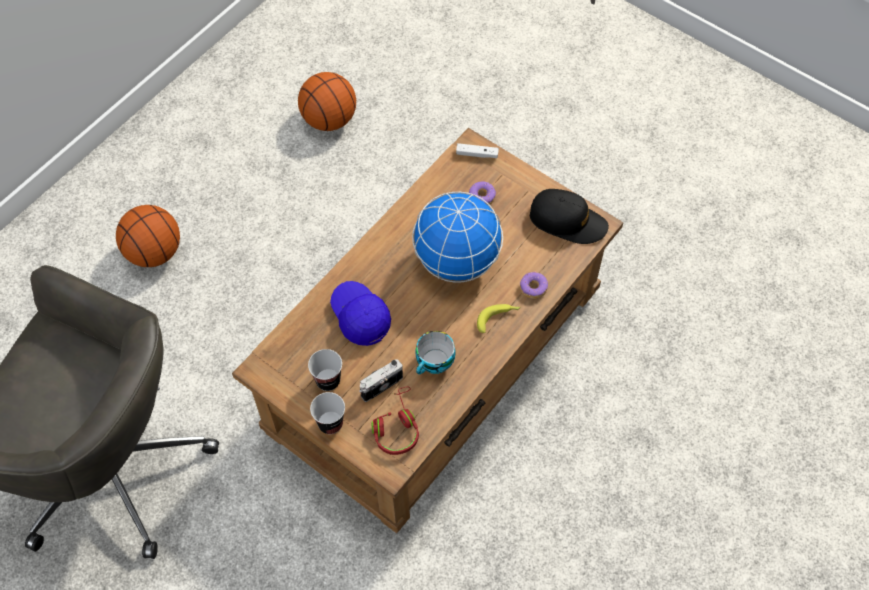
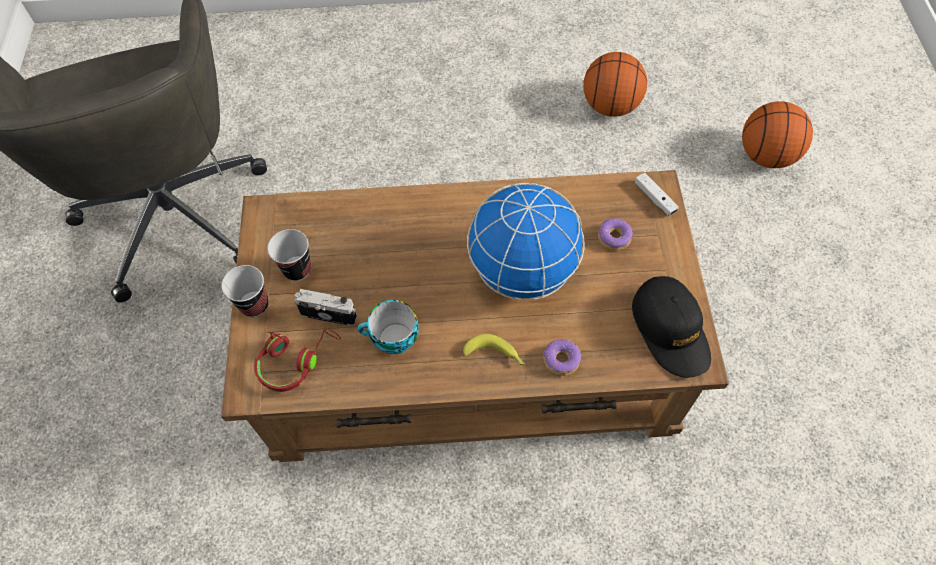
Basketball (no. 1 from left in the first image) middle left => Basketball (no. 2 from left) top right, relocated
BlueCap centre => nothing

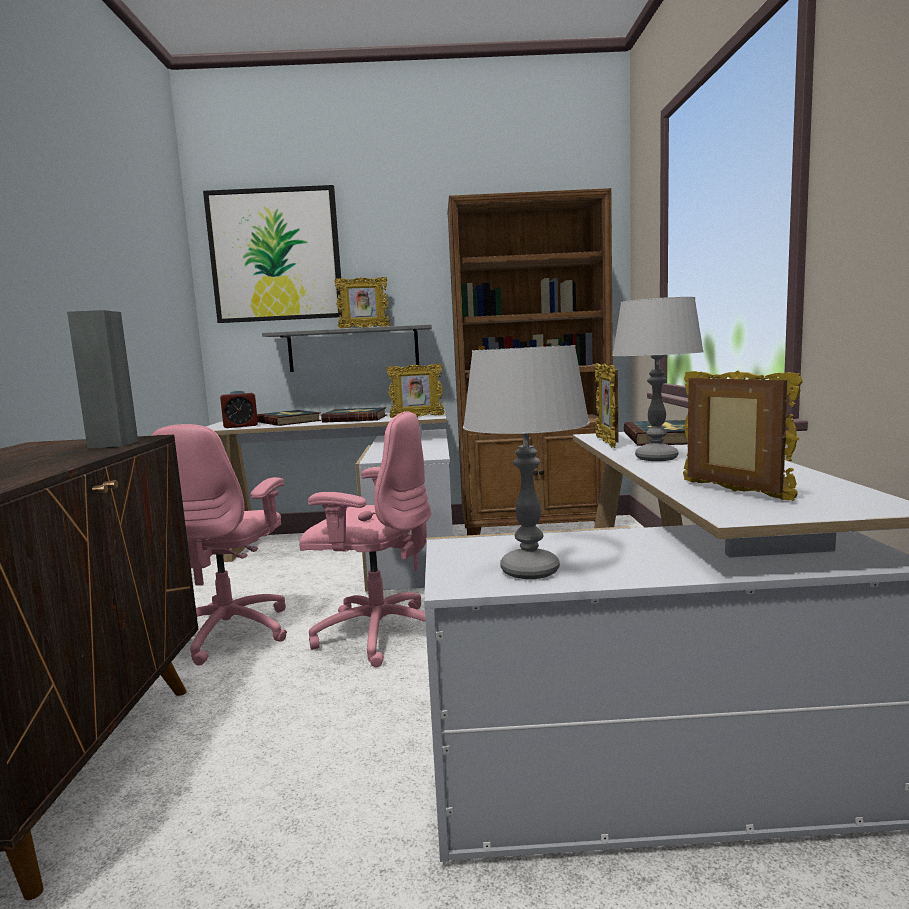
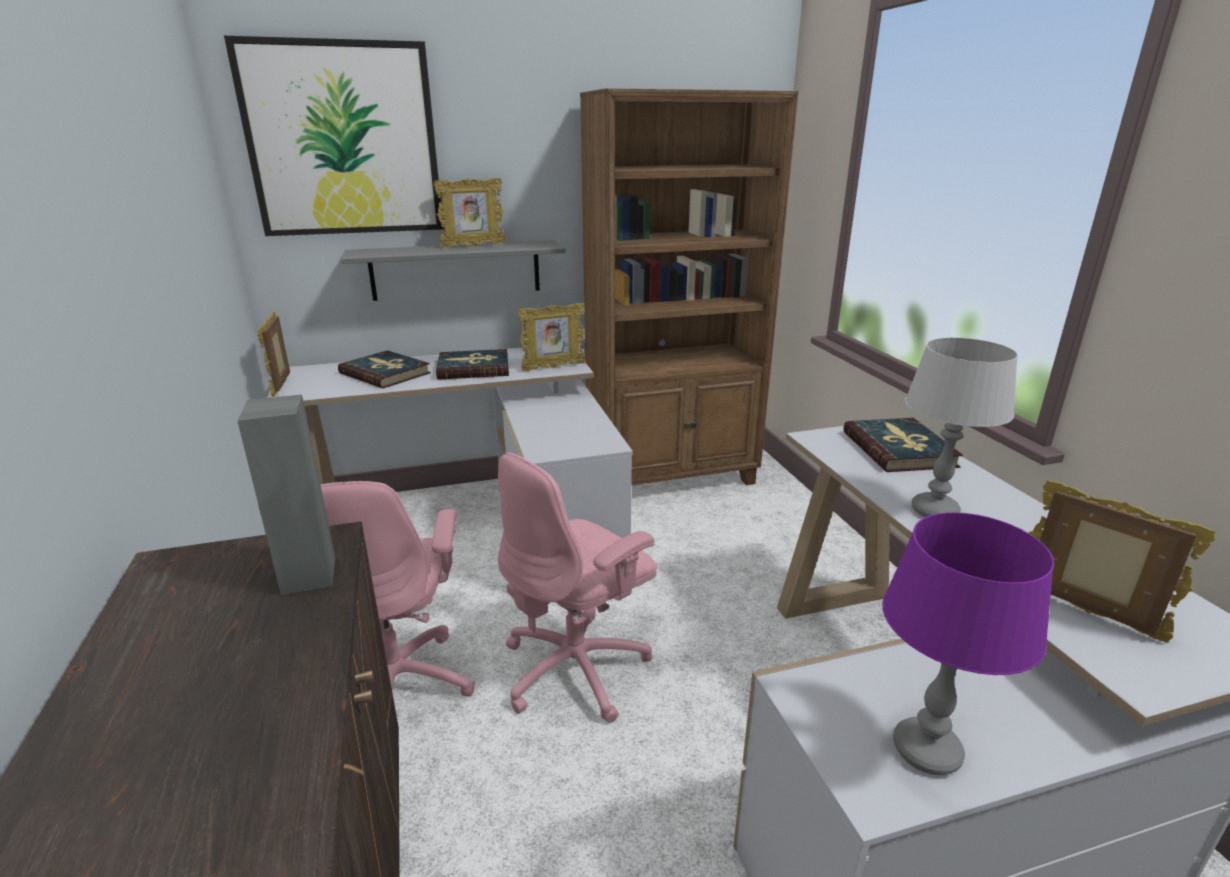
AlarmClock middle left => nothing
PinkOfficeChair (no. 2 from left) centre => PinkOfficeChair (no. 2 from left) bottom centre, 135 degrees clockwise
GreyTableLamp (no. 1 from left) centre => PurpleTableLamp bottom right
PictureFrame (no. 3 from left in the first image) middle right => PictureFrame (no. 1 from left) middle left, relocated

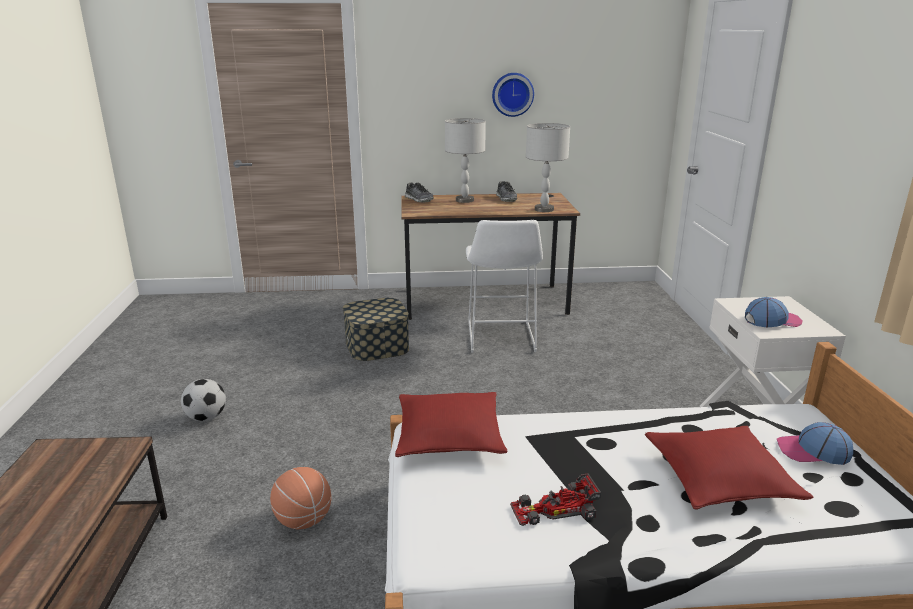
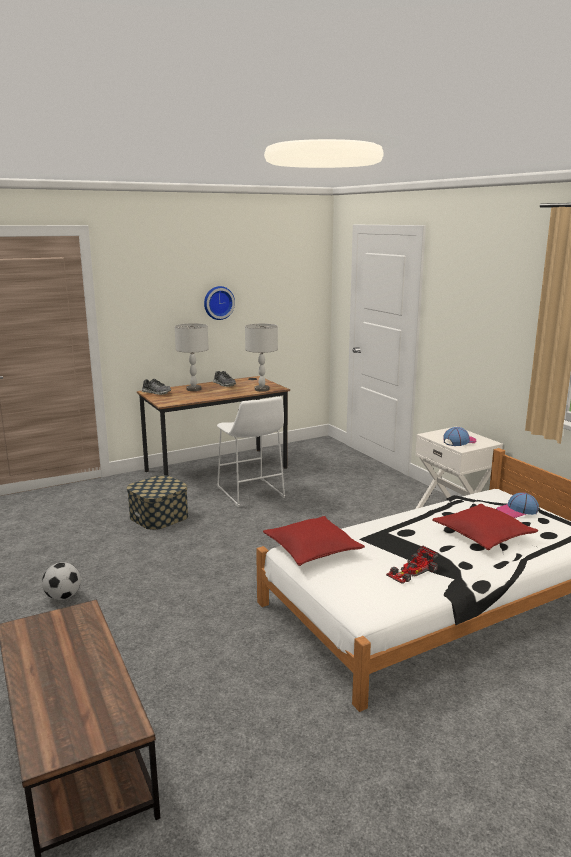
Basketball bottom left => nothing

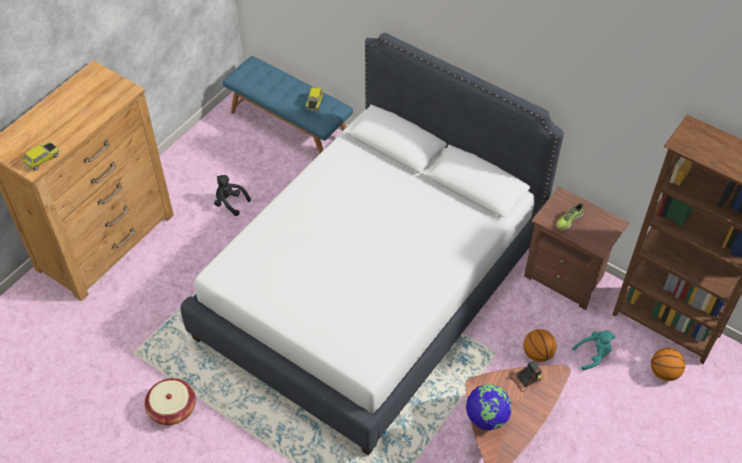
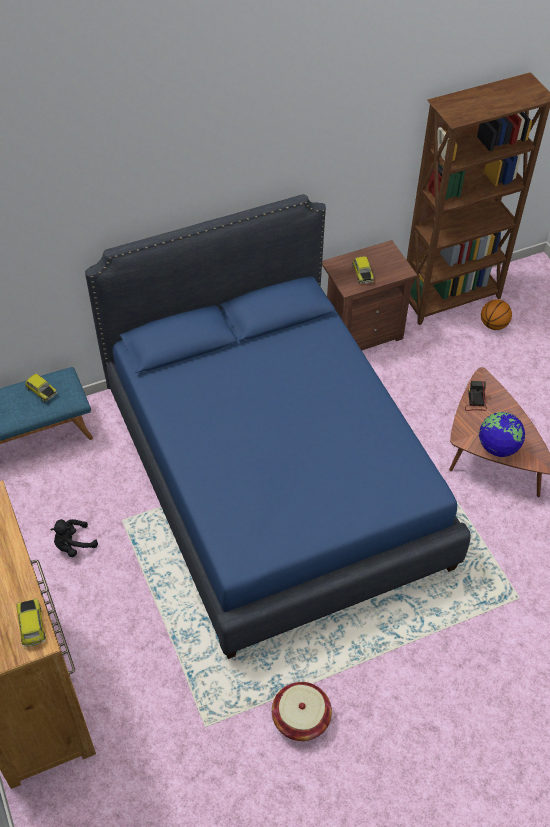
WhiteBed centre => BlueBed centre
Basketball (no. 1 from left) bottom right => nothing
Shoe middle right => ToyCar (no. 3 from left) top centre
TurquoisePlushToy bottom right => nothing

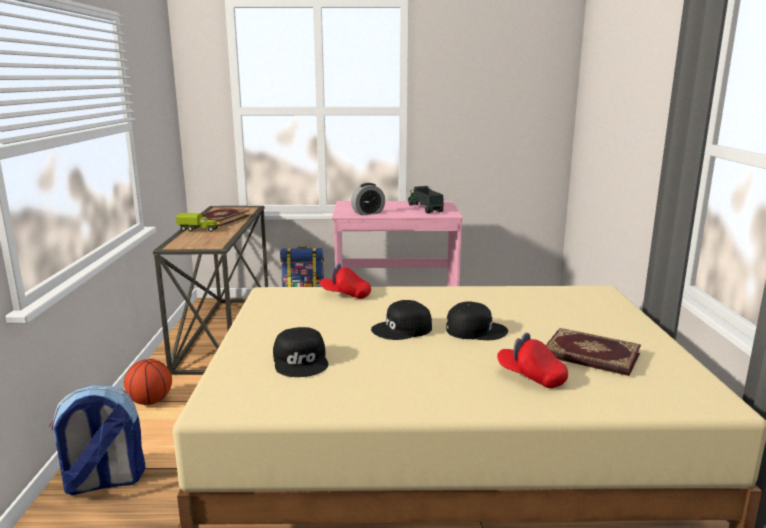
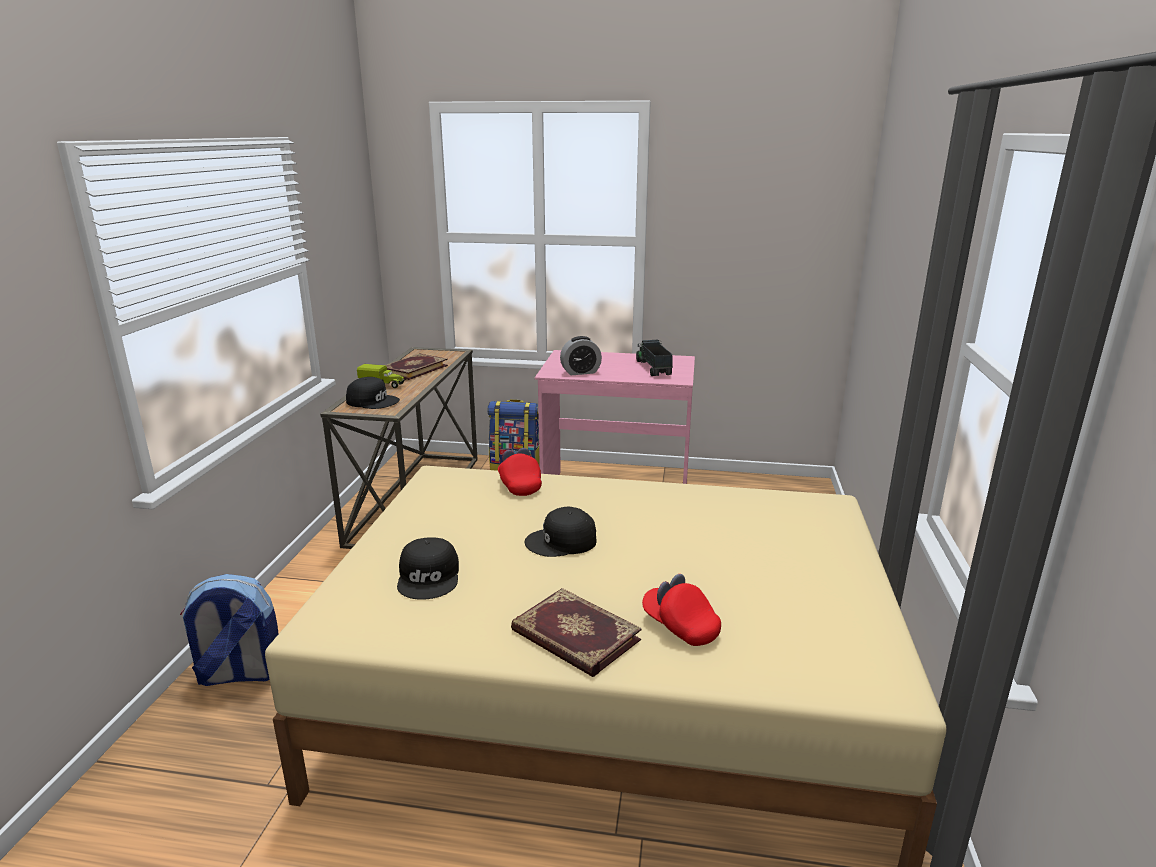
Basketball bottom left => nothing
RedCap (no. 1 from left) centre, 45 degrees clockwise
BlackCap (no. 3 from left in the first image) centre => BlackCap (no. 1 from left) middle left, relocated
Book (no. 2 from left) bottom right => Book (no. 2 from left) bottom centre, relocated

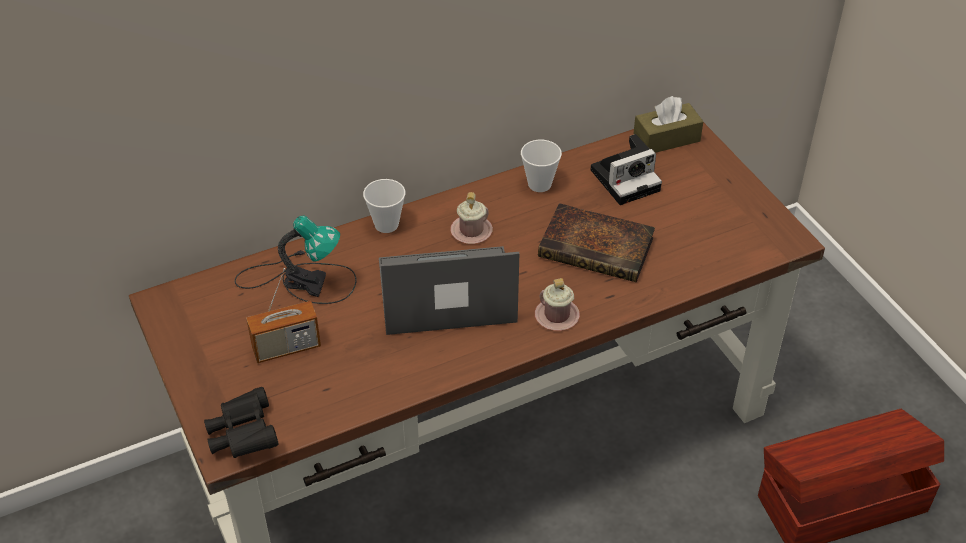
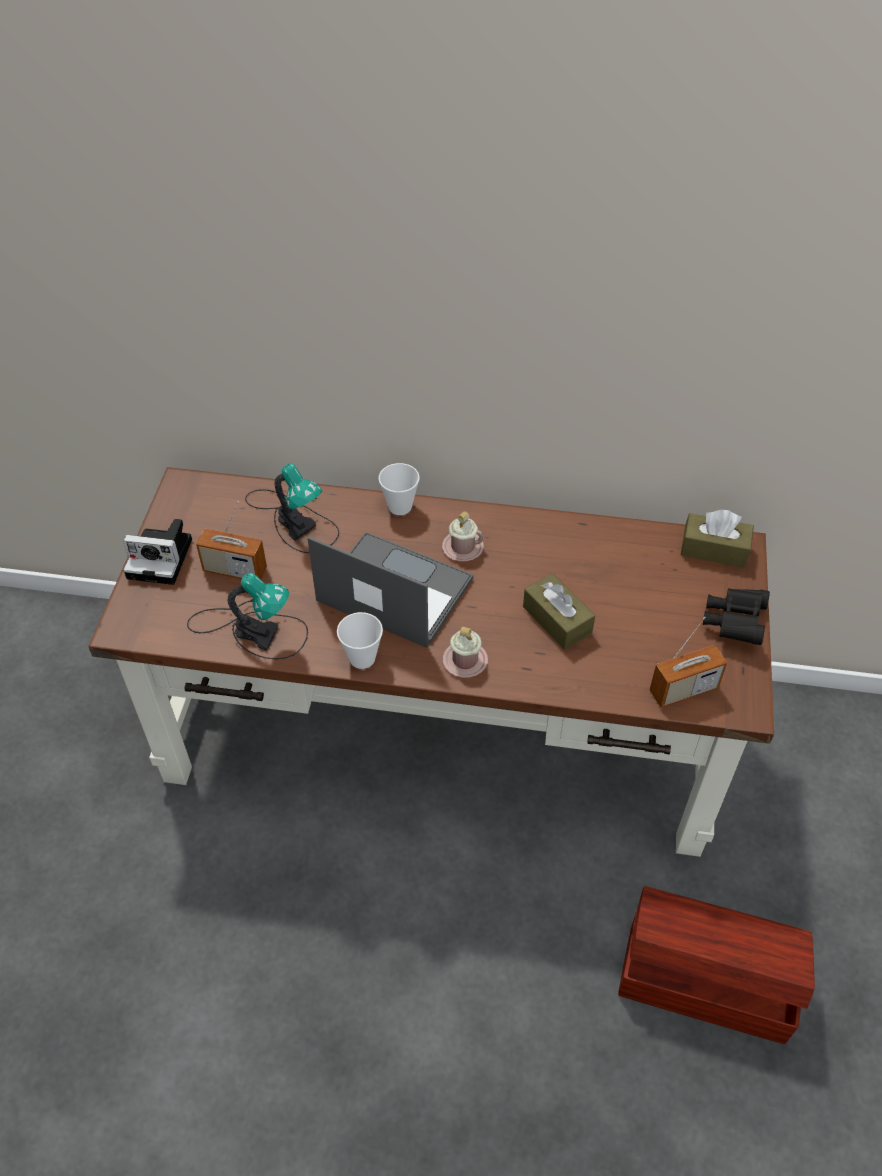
BlackBinoculars bottom left => BlackBinoculars middle right, relocated
Cup (no. 2 from left in the first image) top centre => Cup (no. 1 from left) centre, relocated
Book centre => BrownTissueBox (no. 1 from left) centre
PhotoCamera top centre => PhotoCamera middle left, relocated
nothing => TableLamp (no. 1 from left) middle left
nothing => Radio (no. 2 from left) middle right

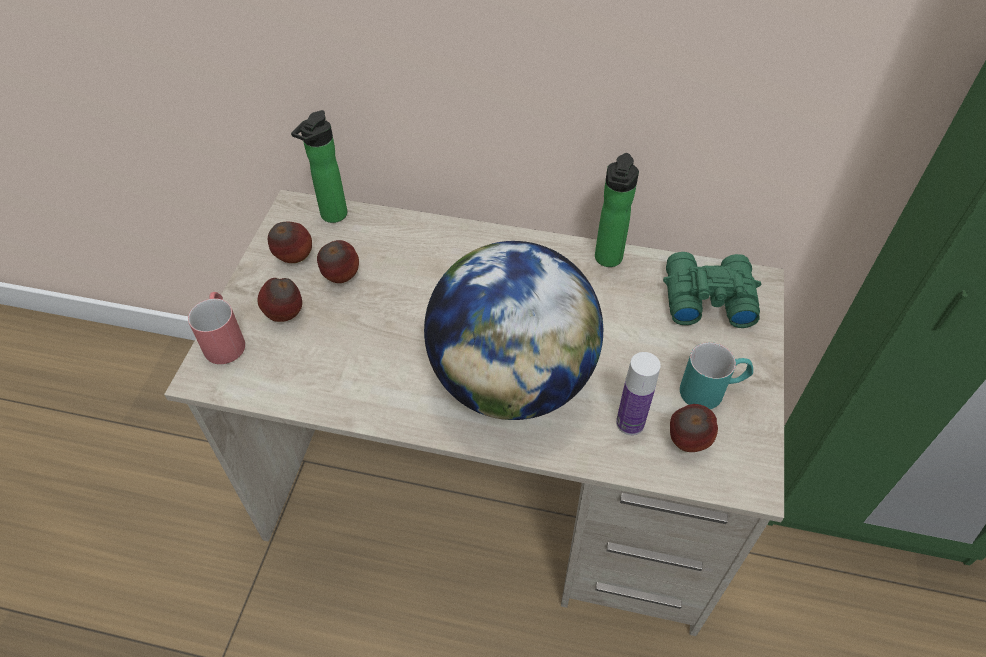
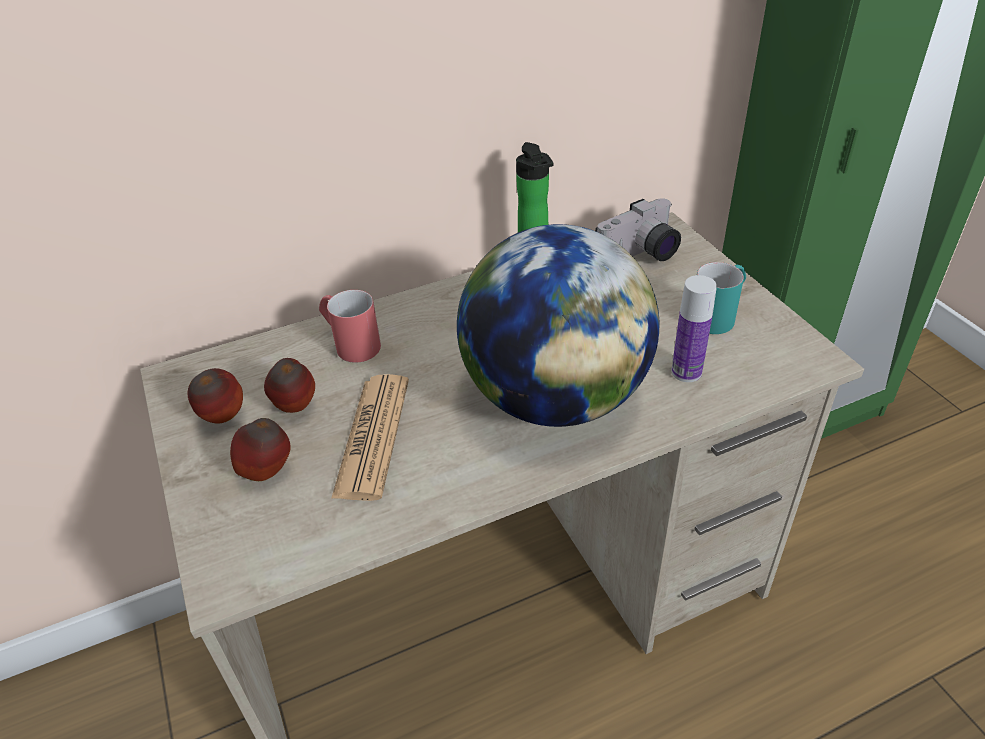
RedMug middle left => RedMug centre, relocated
Bottle (no. 1 from left) top left => nothing
GreenBinoculars middle right => PhotoCamera top centre
Apple (no. 4 from left) middle right => nothing
nothing => Newspaper centre

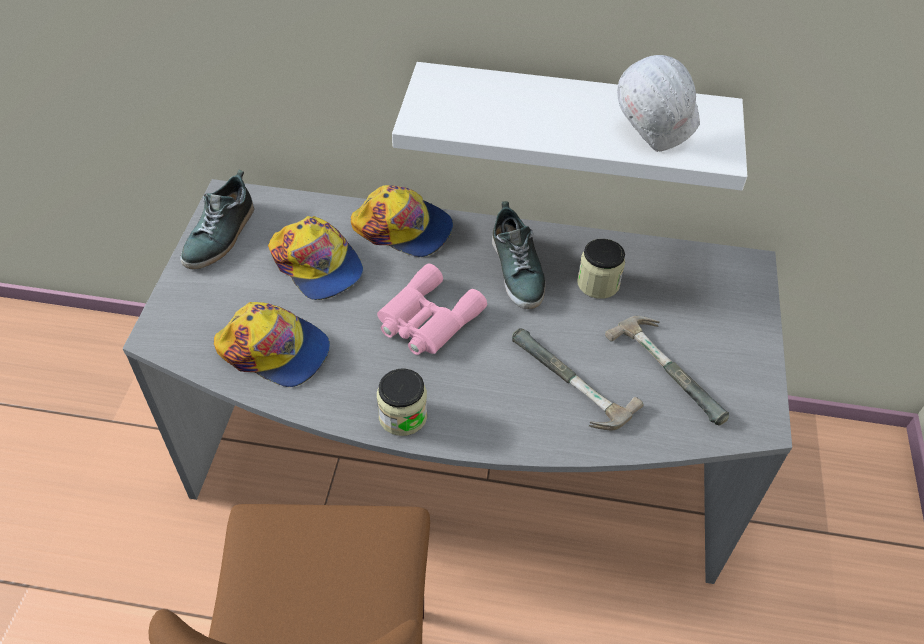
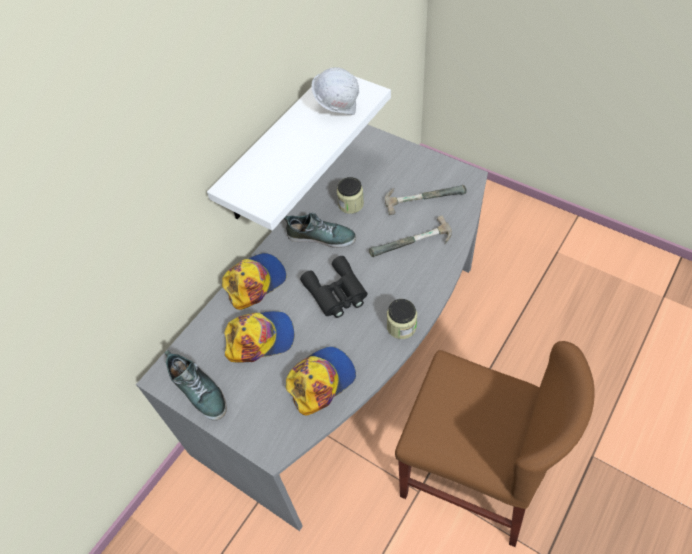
PinkBinoculars centre => BlackBinoculars centre

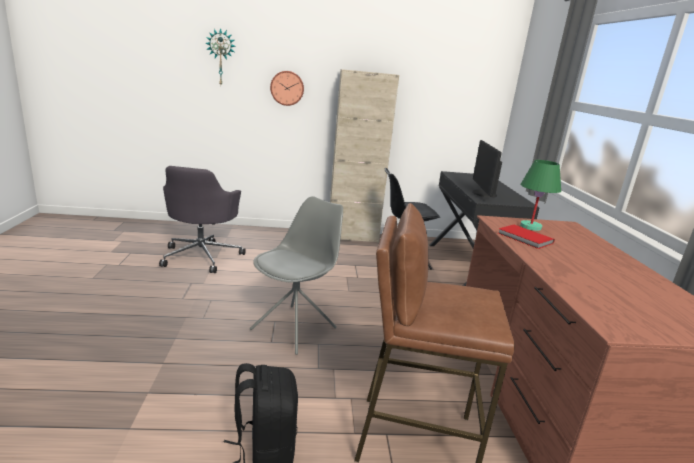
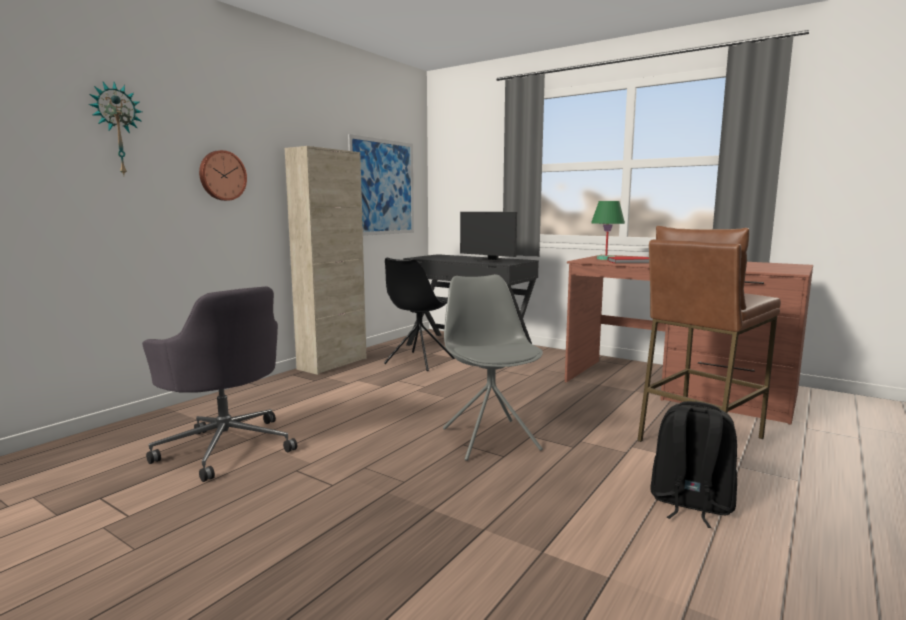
nothing => Picture top centre

